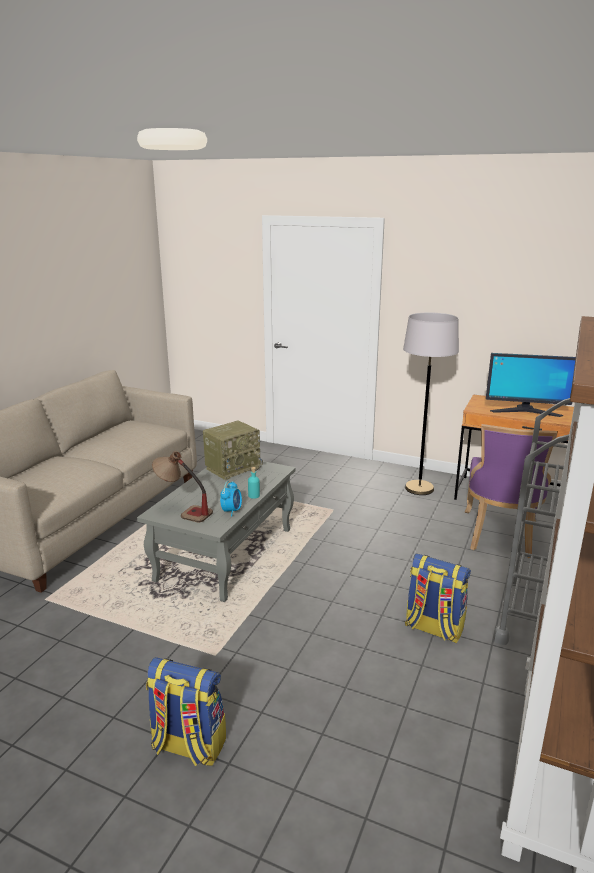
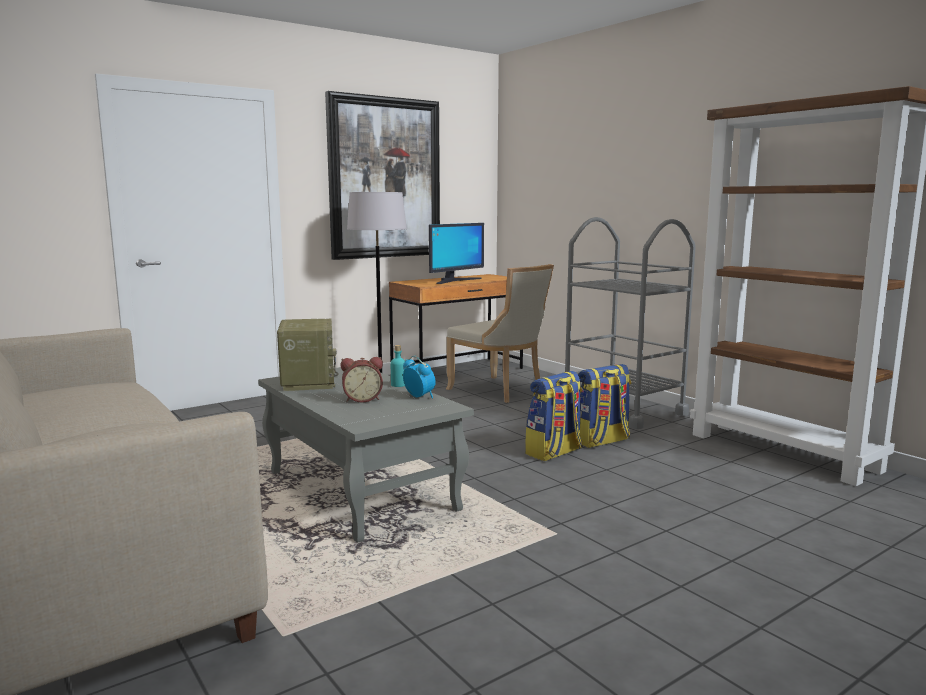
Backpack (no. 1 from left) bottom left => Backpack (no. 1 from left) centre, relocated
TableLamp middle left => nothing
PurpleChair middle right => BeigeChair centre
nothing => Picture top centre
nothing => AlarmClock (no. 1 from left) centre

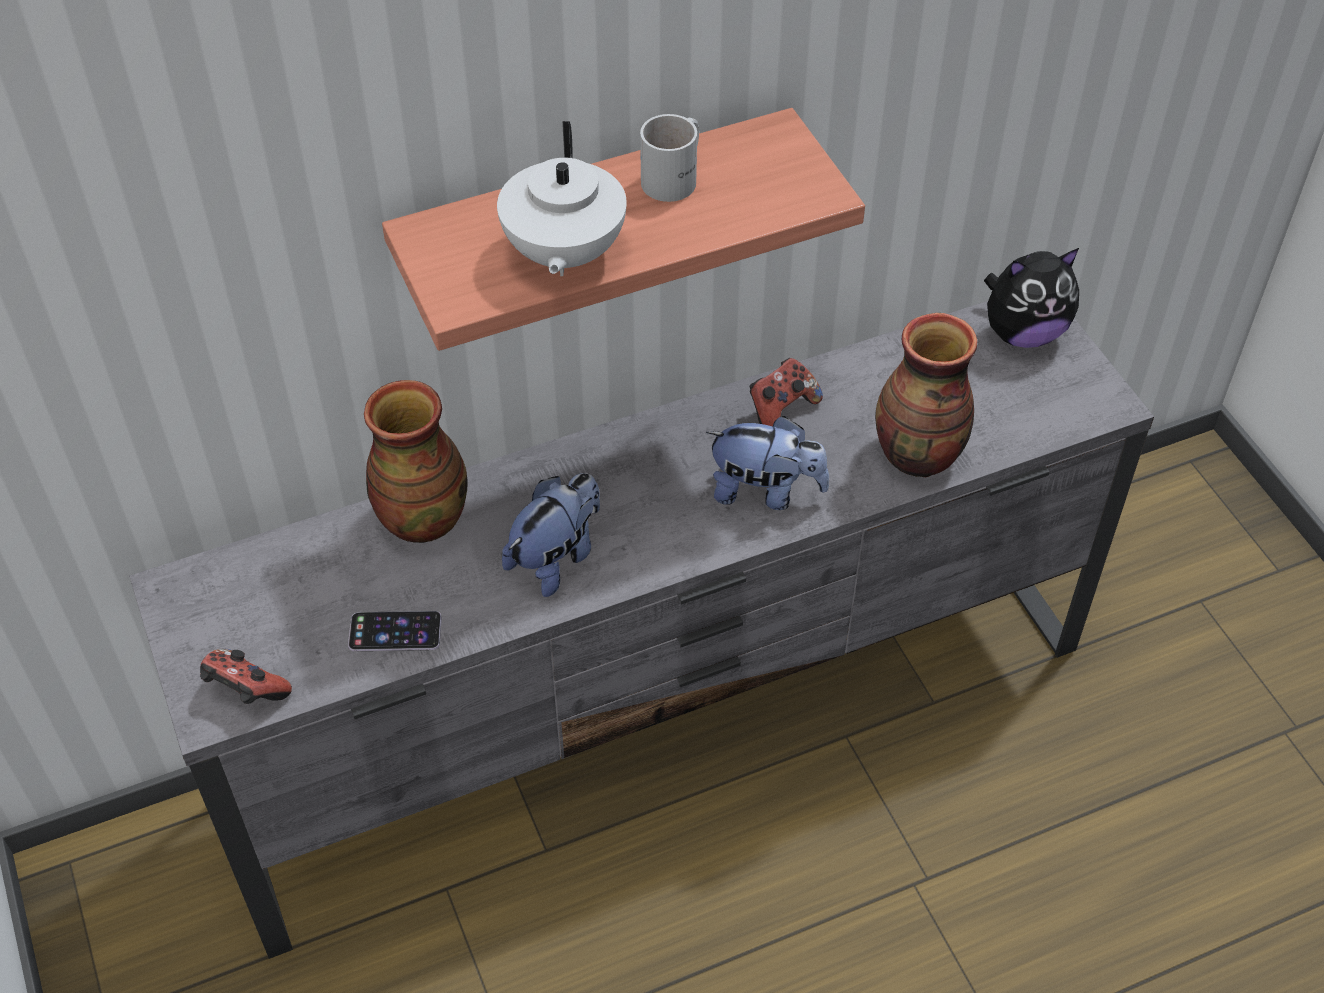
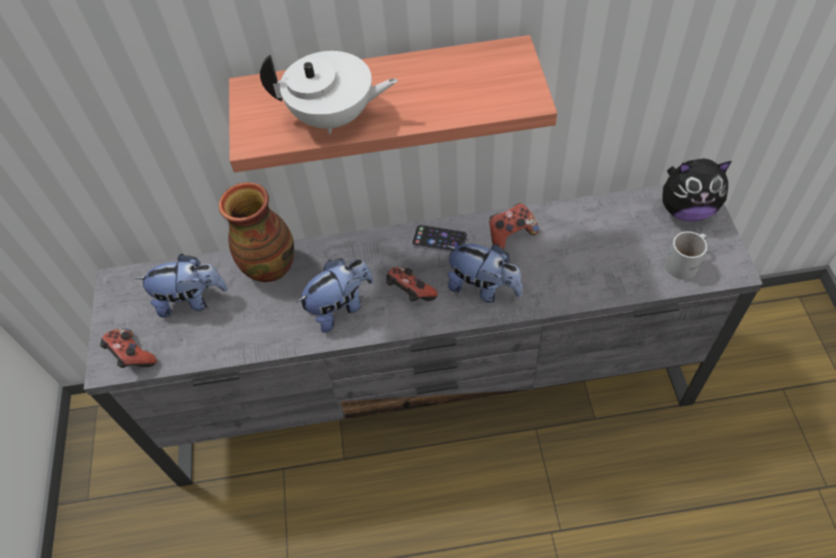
Phone middle left => Phone centre, relocated
WhiteTeapot top centre, 105 degrees counterclockwise
WhiteMug top centre => WhiteMug middle right, relocated
Vase (no. 2 from left) middle right => nothing
nothing => PlushToy (no. 1 from left) middle left
nothing => GameController (no. 2 from left) centre

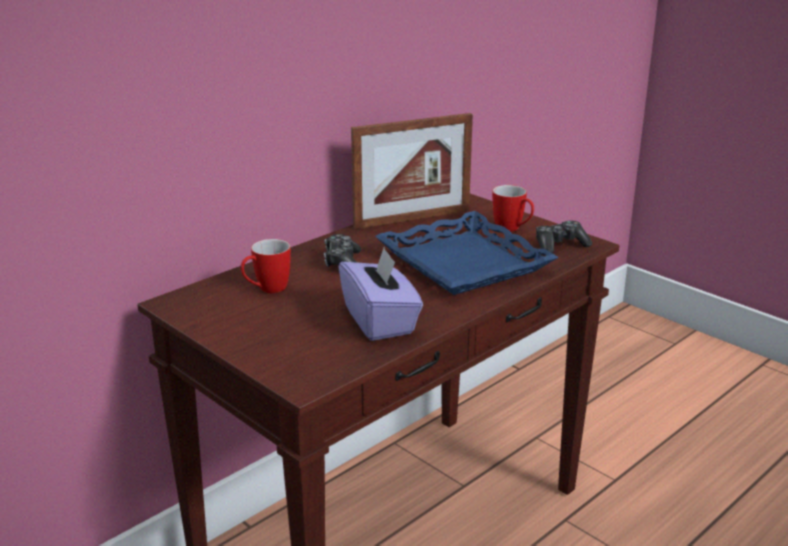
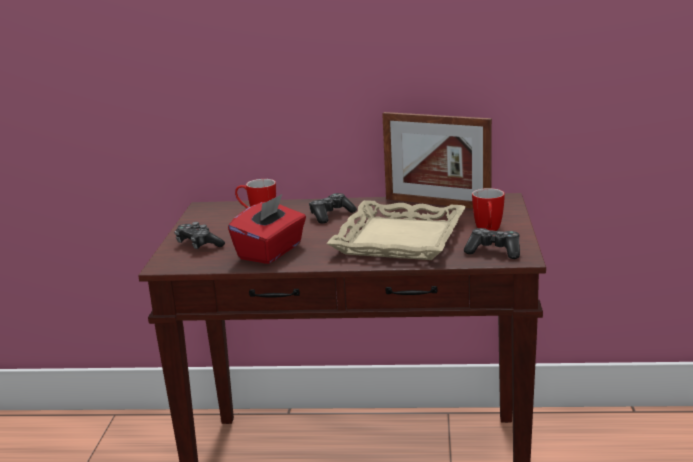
PurpleTissueBox centre => RedTissueBox centre
BlueTray centre => BeigeTray centre
nothing => GameController (no. 1 from left) middle left

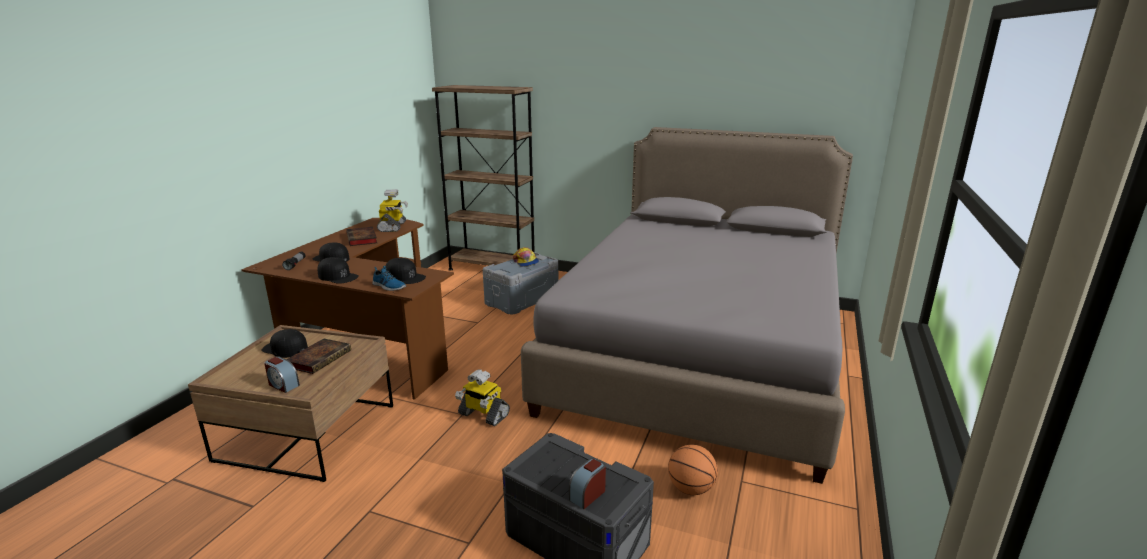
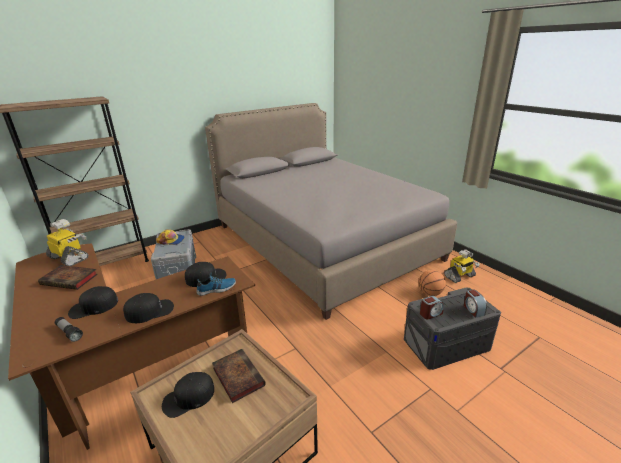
AlarmClock (no. 1 from left) bottom left => AlarmClock (no. 1 from left) middle right, relocated
ToyRobot (no. 2 from left) bottom centre => ToyRobot (no. 2 from left) middle right, relocated

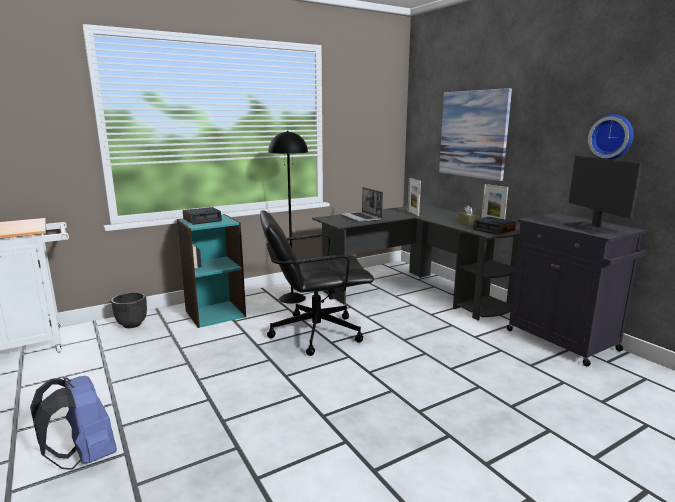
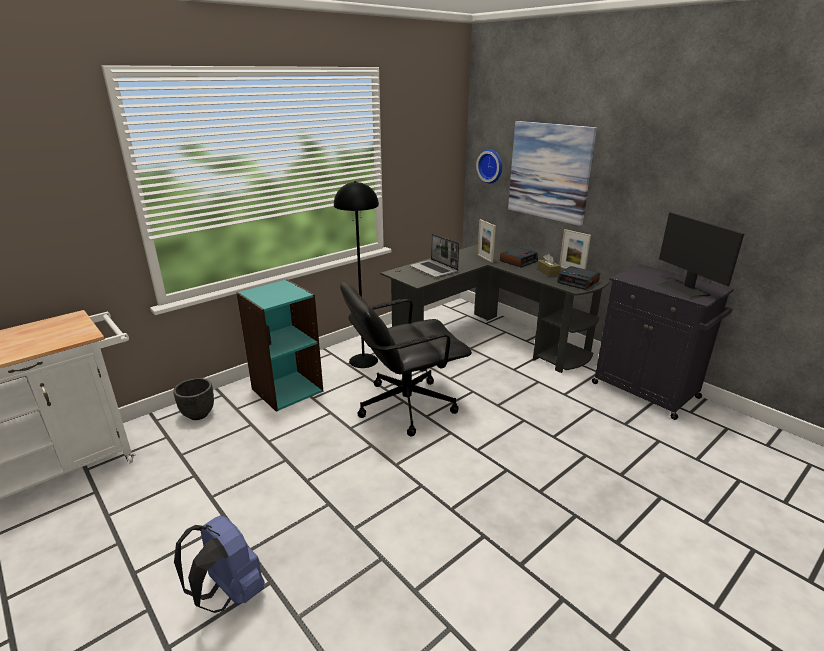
AlarmClock (no. 1 from left) middle left => AlarmClock (no. 1 from left) centre, relocated
WallClock top right => WallClock top centre, relocated

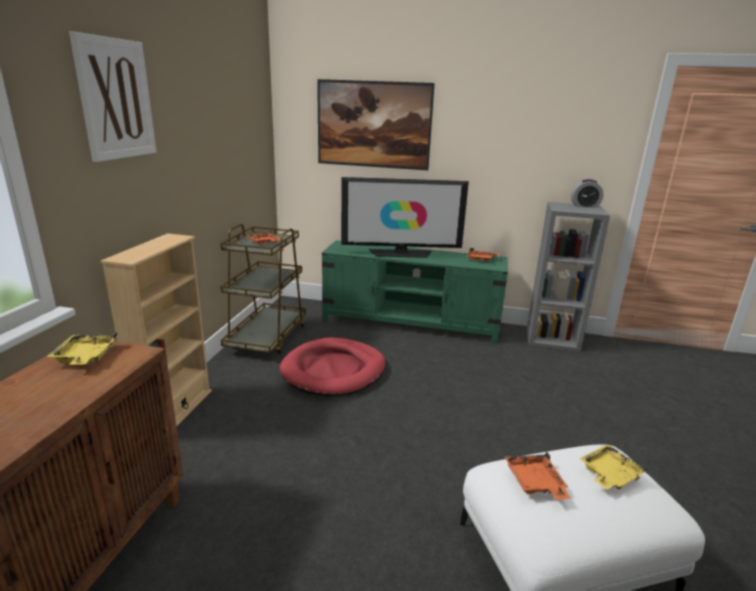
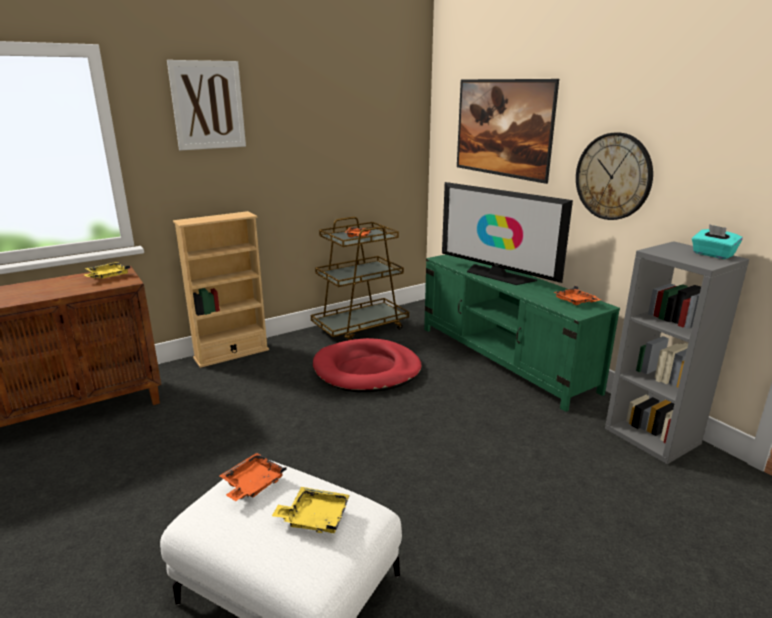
AlarmClock top right => TurquoiseTissueBox middle right
nothing => WallClock top right

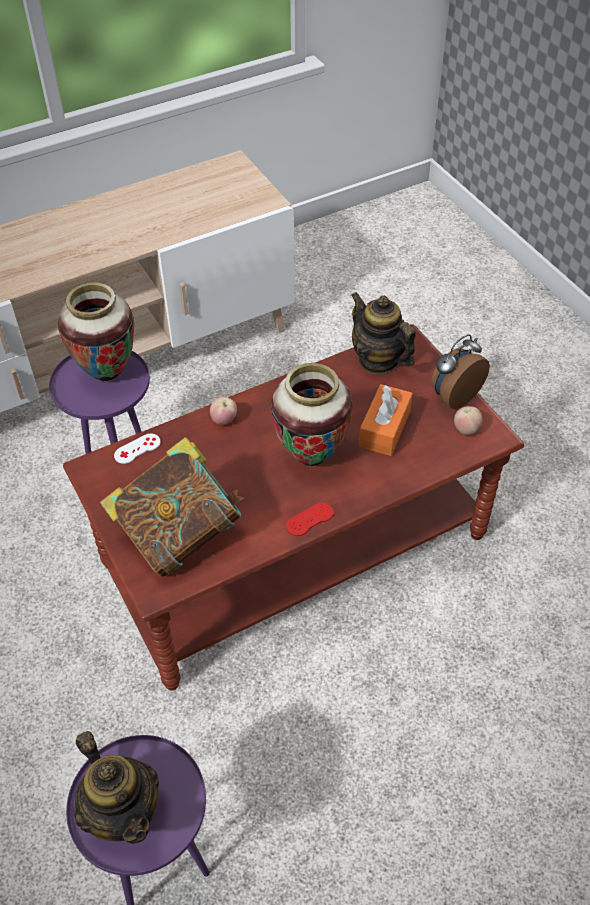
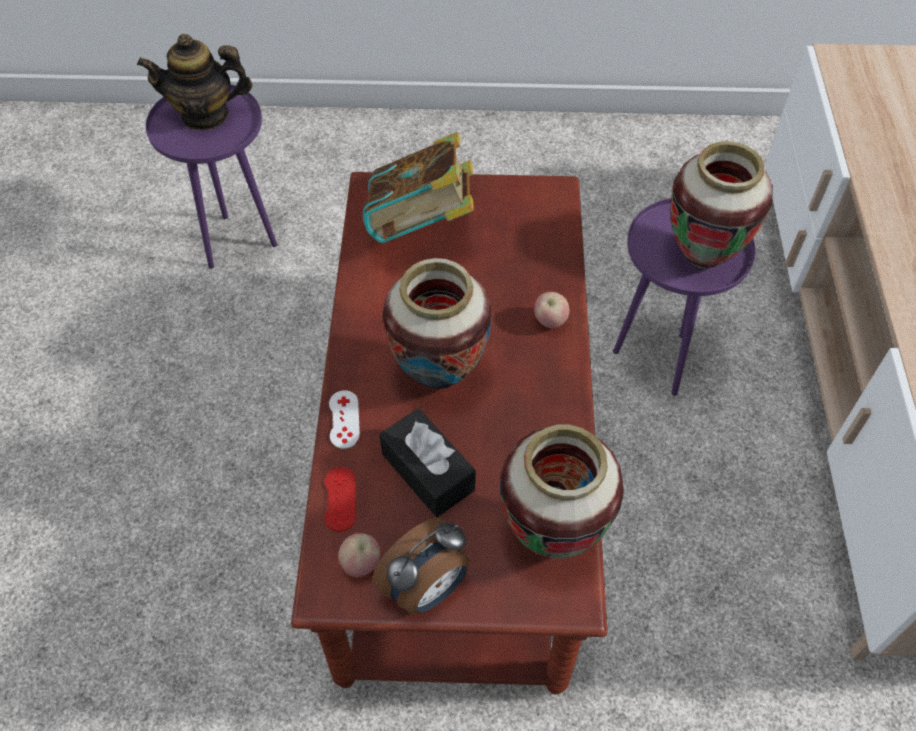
WhiteGameController middle left => WhiteGameController centre, relocated
RedGameController centre => RedGameController bottom centre, relocated
Teapot (no. 2 from left) centre => Vase (no. 2 from left) bottom centre
OrangeTissueBox centre => BlackTissueBox centre
AlarmClock middle right => AlarmClock bottom centre, 60 degrees clockwise

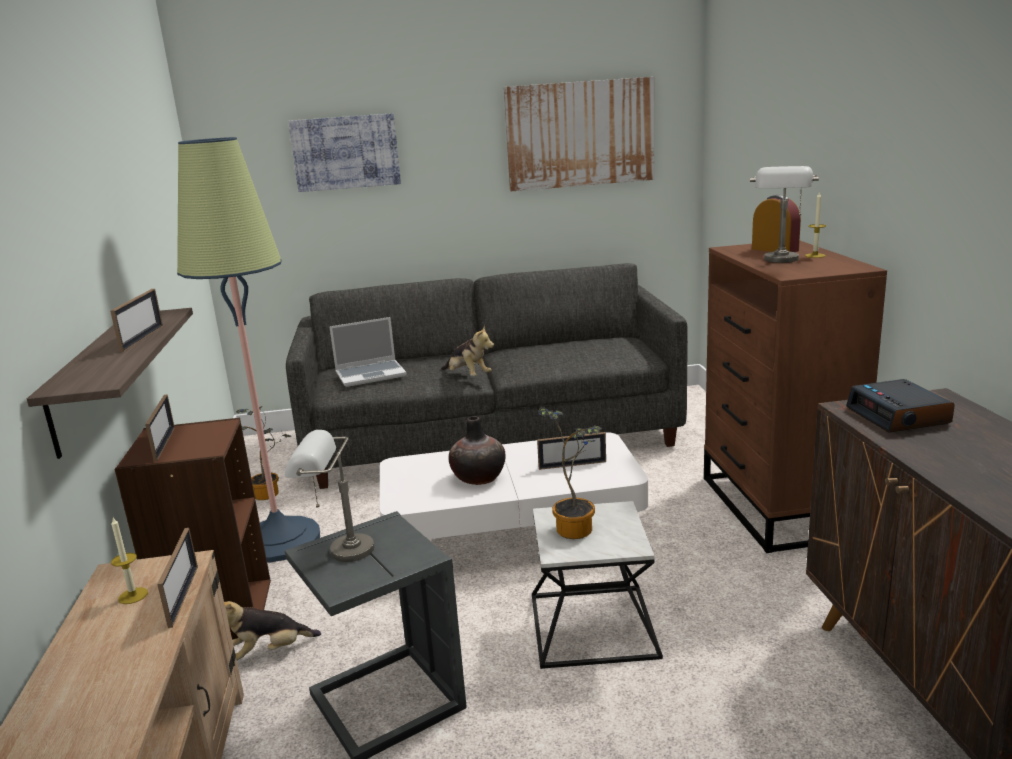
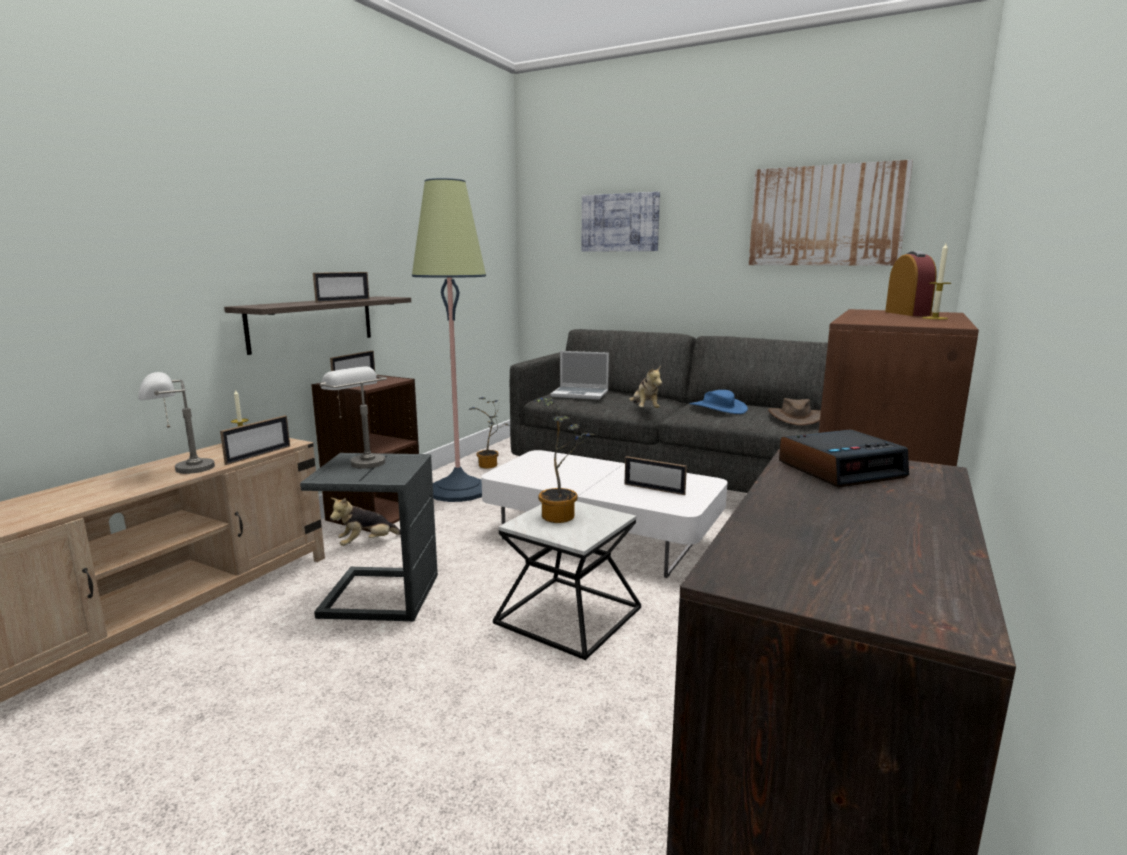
PlushToy (no. 1 from left) bottom left => PlushToy (no. 1 from left) middle left, 45 degrees counterclockwise
Vase centre => nothing
GreyTableLamp (no. 2 from left in the first image) top right => GreyTableLamp (no. 1 from left) middle left, relocated
AlarmClock (no. 2 from left in the first image) middle right => AlarmClock (no. 1 from left) middle right, 135 degrees counterclockwise
nothing => BlueHat centre
nothing => BrownHat middle right

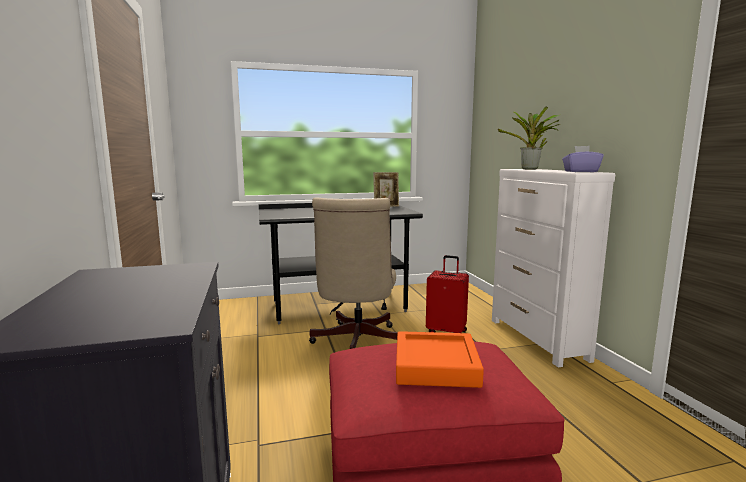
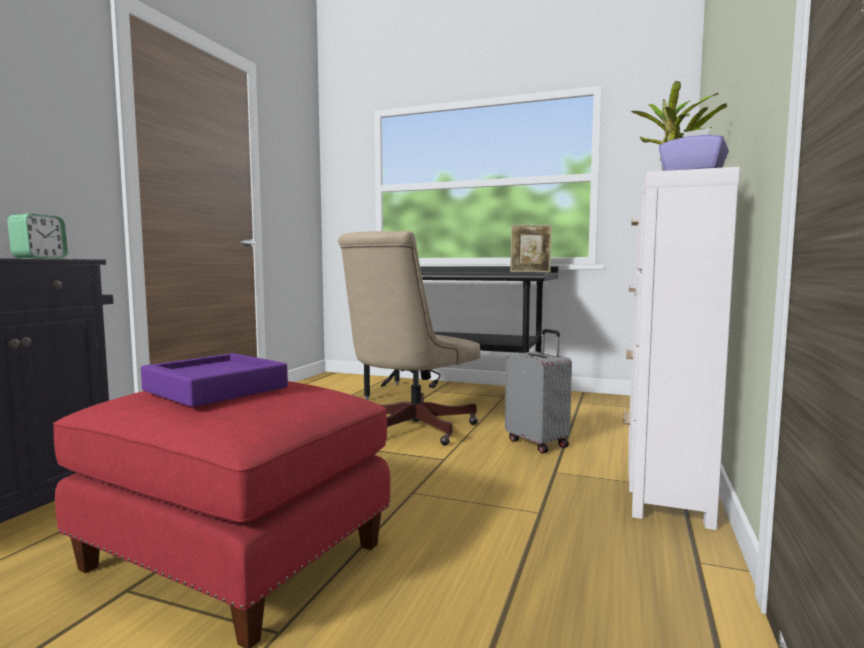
OrangeTray bottom centre => PurpleTray middle left
RedSuitcase centre => GreySuitcase centre
nothing => AlarmClock middle left

